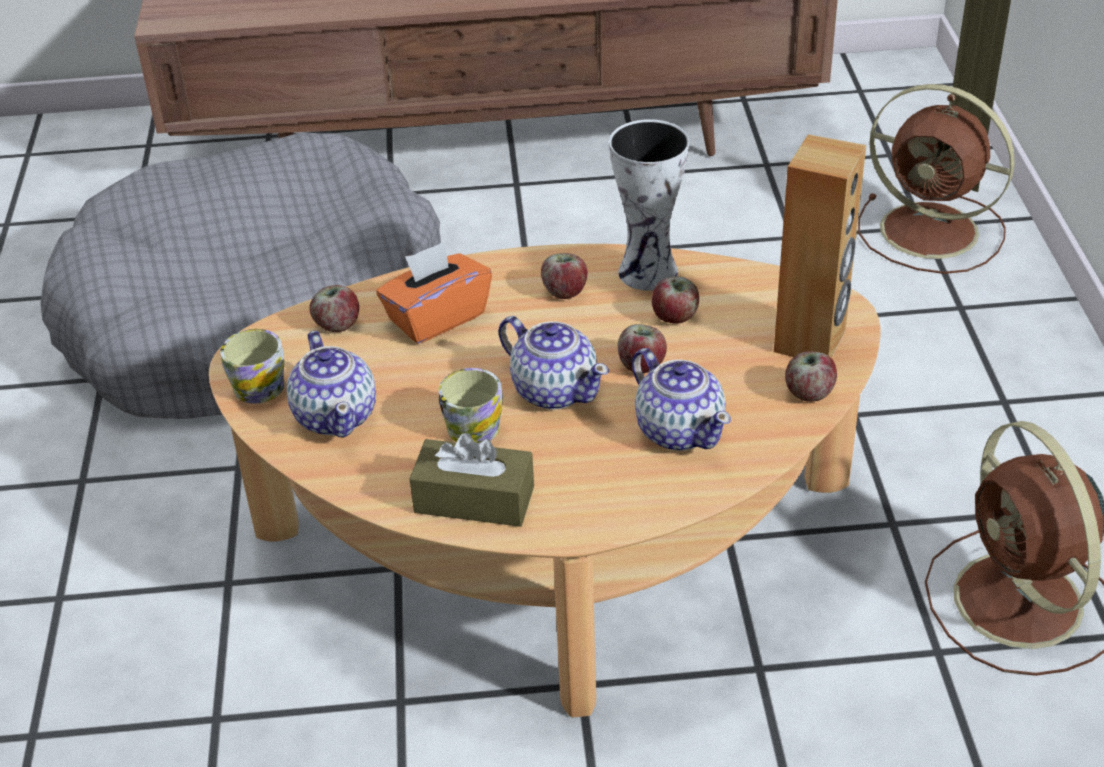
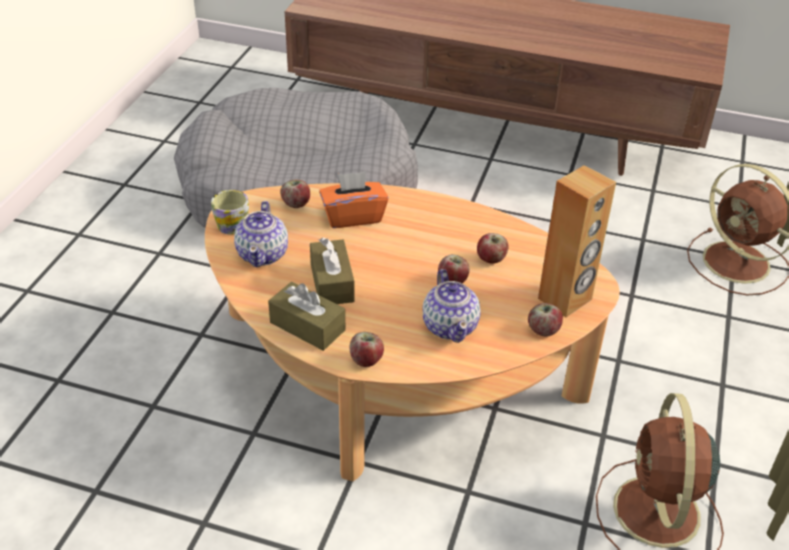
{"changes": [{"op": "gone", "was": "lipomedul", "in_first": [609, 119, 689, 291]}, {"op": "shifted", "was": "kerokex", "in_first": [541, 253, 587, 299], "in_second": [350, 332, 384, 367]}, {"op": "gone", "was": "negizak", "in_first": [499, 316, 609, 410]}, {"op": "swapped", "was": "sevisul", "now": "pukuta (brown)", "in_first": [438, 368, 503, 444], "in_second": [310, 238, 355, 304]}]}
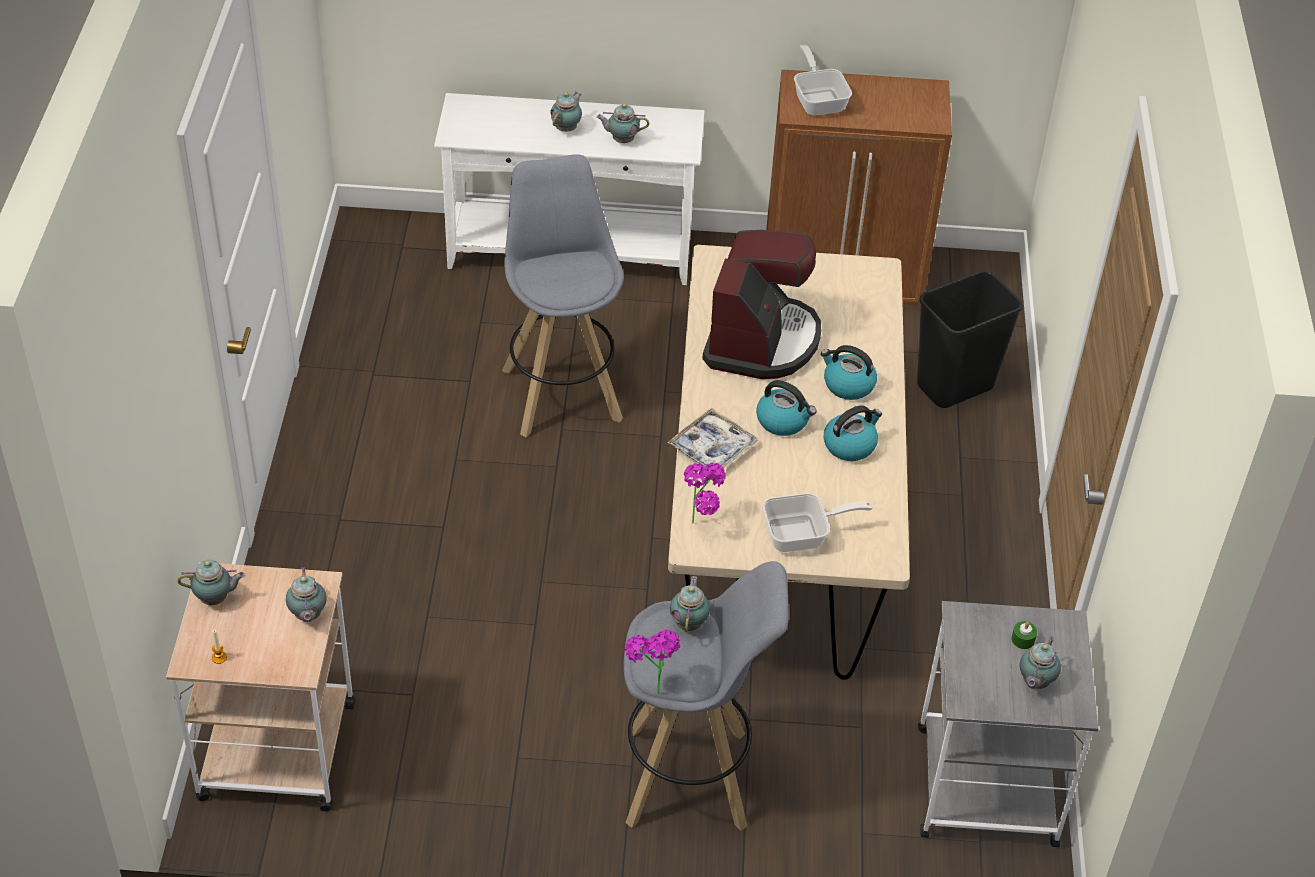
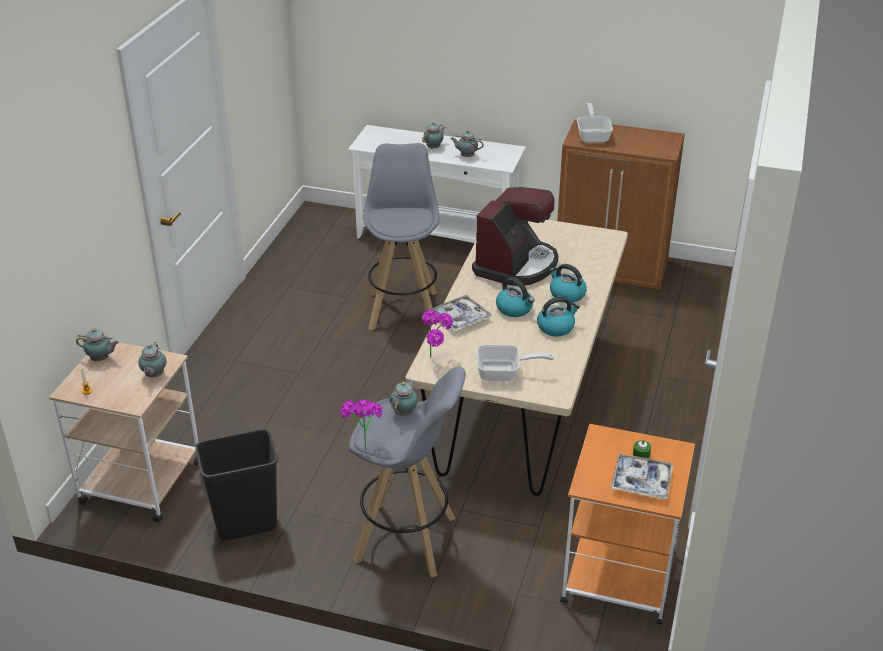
{"changes": [{"op": "shifted", "was": "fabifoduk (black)", "in_first": [917, 270, 1023, 408], "in_second": [195, 429, 278, 541]}, {"op": "repainted", "was": "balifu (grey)", "now": "balifu (orange)", "in_first": [918, 601, 1099, 847], "in_second": [560, 424, 695, 625]}, {"op": "swapped", "was": "negizak", "now": "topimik", "in_first": [1020, 636, 1061, 689], "in_second": [611, 454, 674, 499]}]}
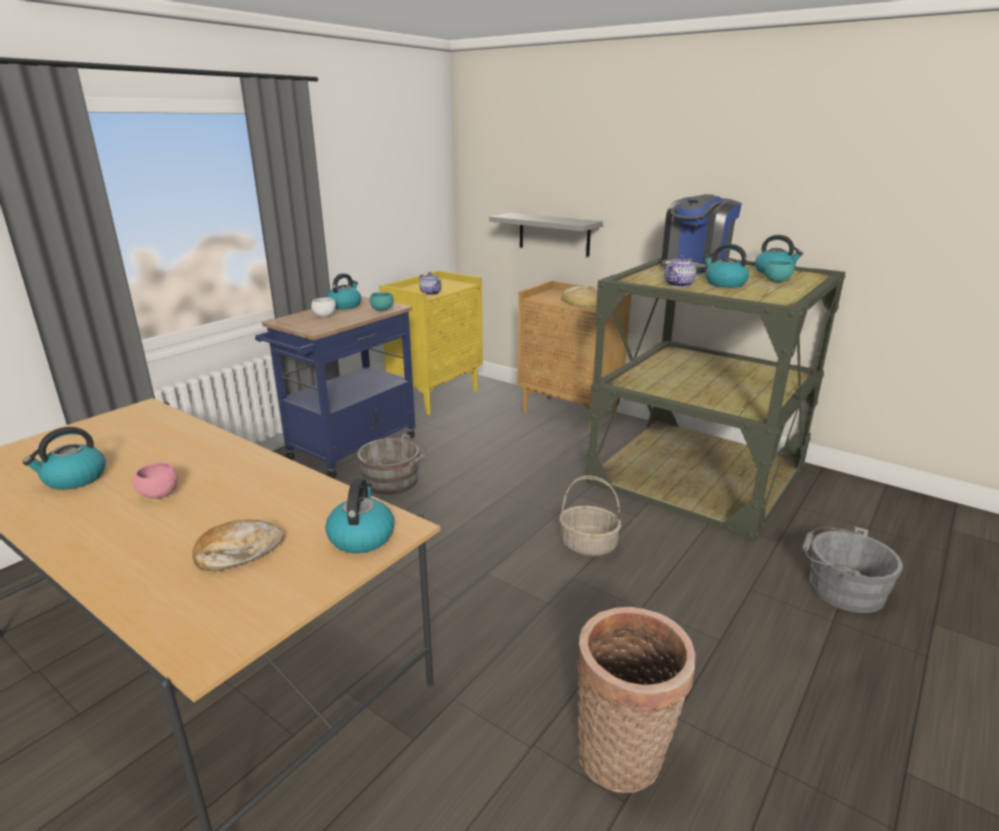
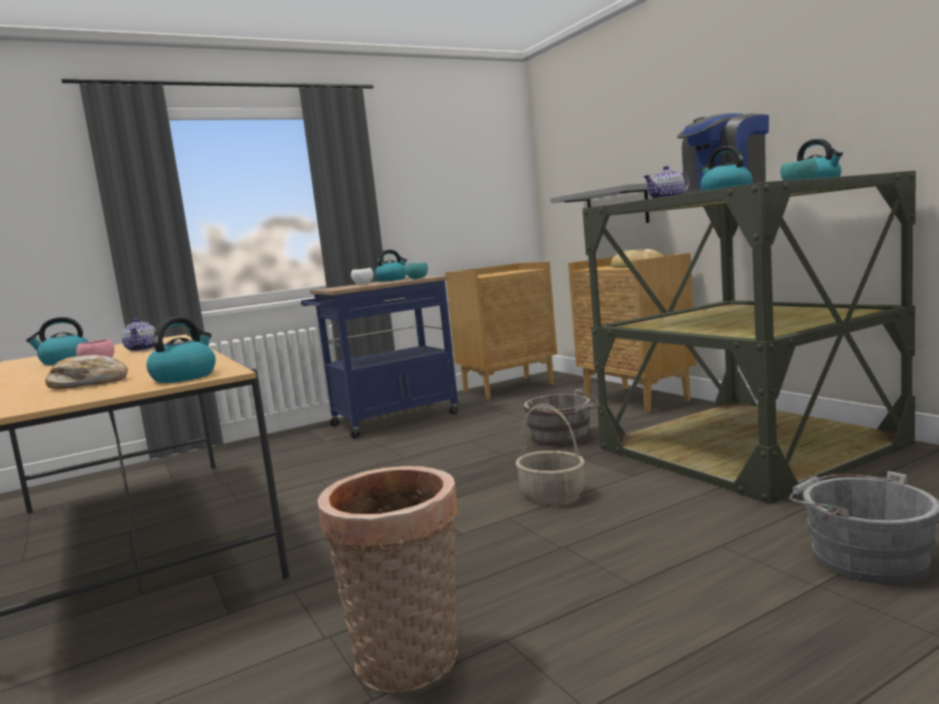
{"changes": [{"op": "repainted", "was": "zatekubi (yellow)", "now": "zatekubi (brown)", "in_first": [379, 270, 483, 415], "in_second": [445, 261, 557, 399]}, {"op": "shifted", "was": "negizak", "in_first": [419, 272, 441, 295], "in_second": [121, 318, 156, 352]}, {"op": "shifted", "was": "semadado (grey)", "in_first": [357, 434, 427, 495], "in_second": [523, 389, 598, 446]}]}
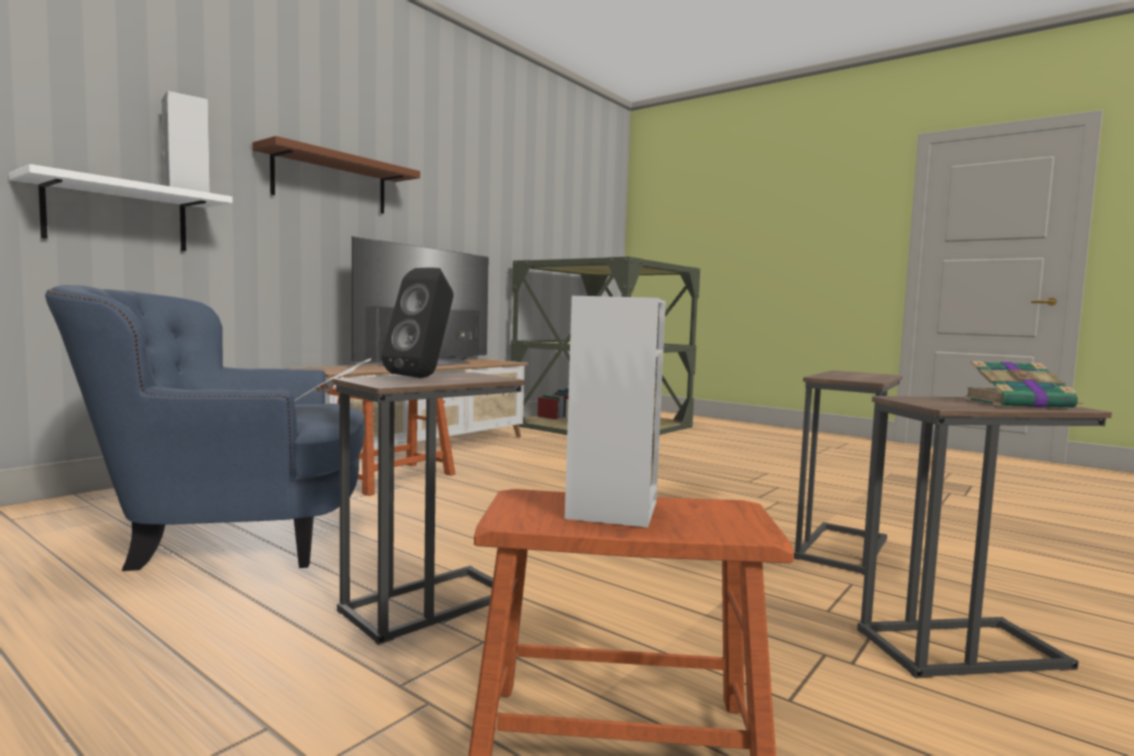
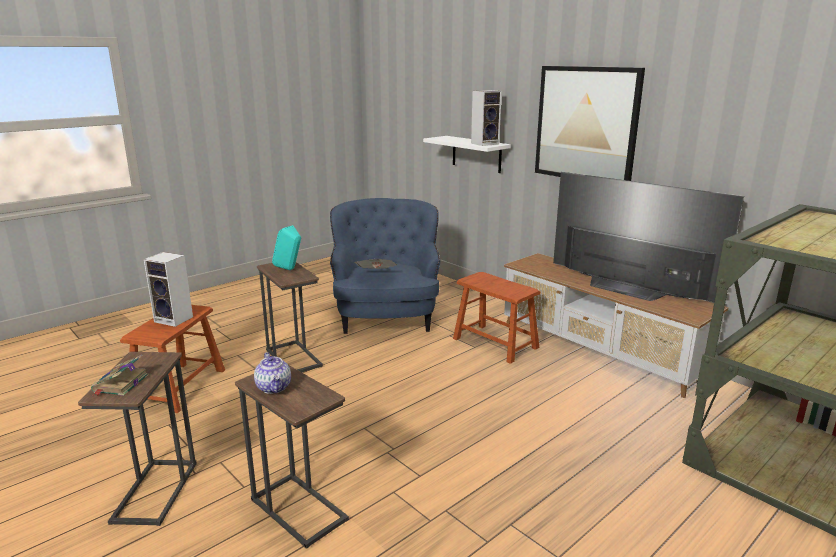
{"changes": [{"op": "swapped", "was": "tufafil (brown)", "now": "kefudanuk", "in_first": [252, 136, 420, 214], "in_second": [535, 66, 645, 181]}, {"op": "repainted", "was": "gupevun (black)", "now": "gupevun (turquoise)", "in_first": [381, 268, 454, 378], "in_second": [272, 225, 301, 270]}, {"op": "new", "now": "negizak", "in_second": [254, 352, 291, 394]}]}
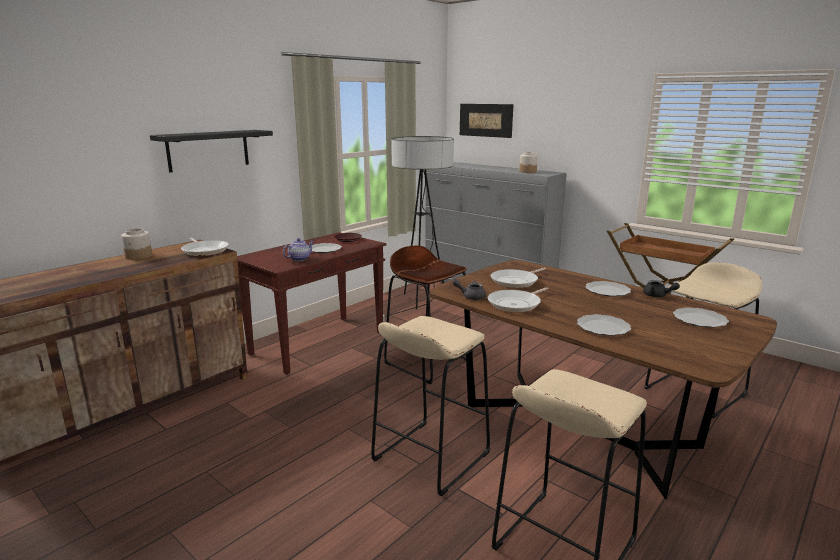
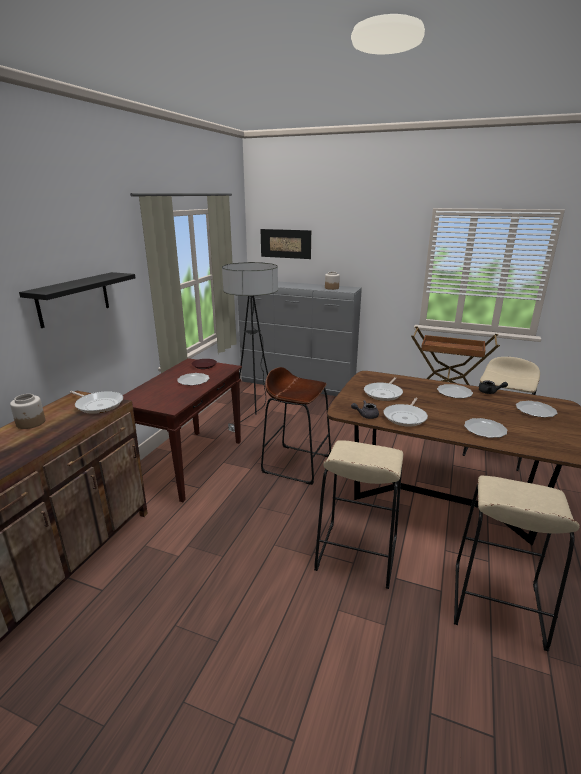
{"changes": [{"op": "gone", "was": "negizak", "in_first": [283, 238, 314, 261]}]}
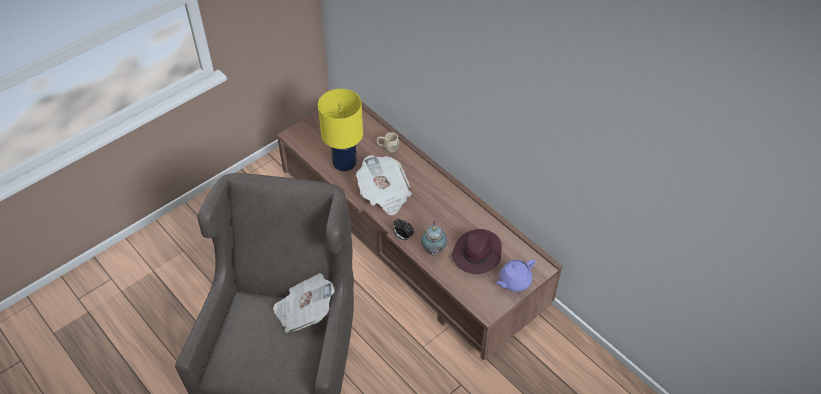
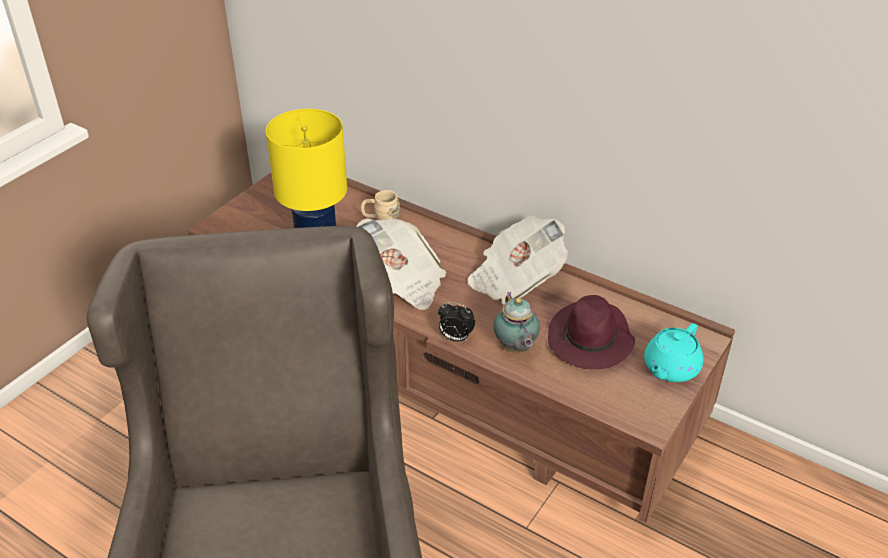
{"changes": [{"op": "repainted", "was": "negizak (purple)", "now": "negizak (turquoise)", "in_first": [495, 259, 536, 292], "in_second": [644, 323, 703, 382]}, {"op": "shifted", "was": "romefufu", "in_first": [273, 273, 335, 333], "in_second": [467, 216, 568, 304]}]}
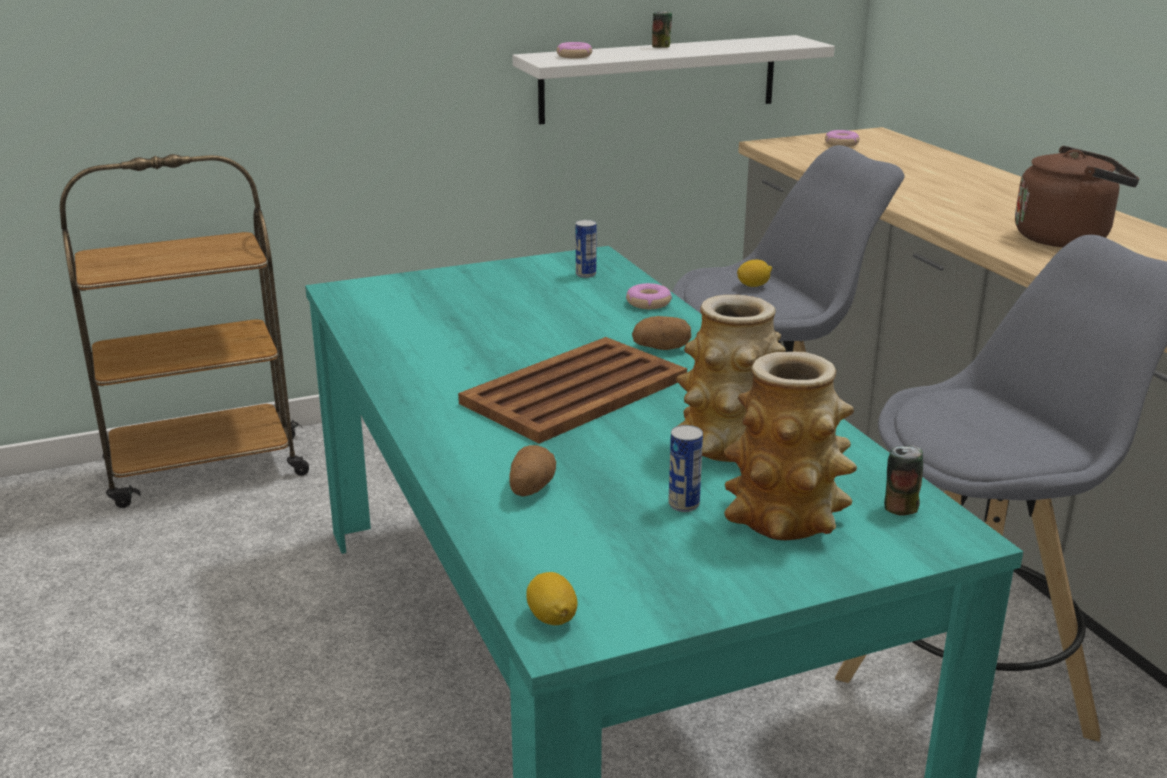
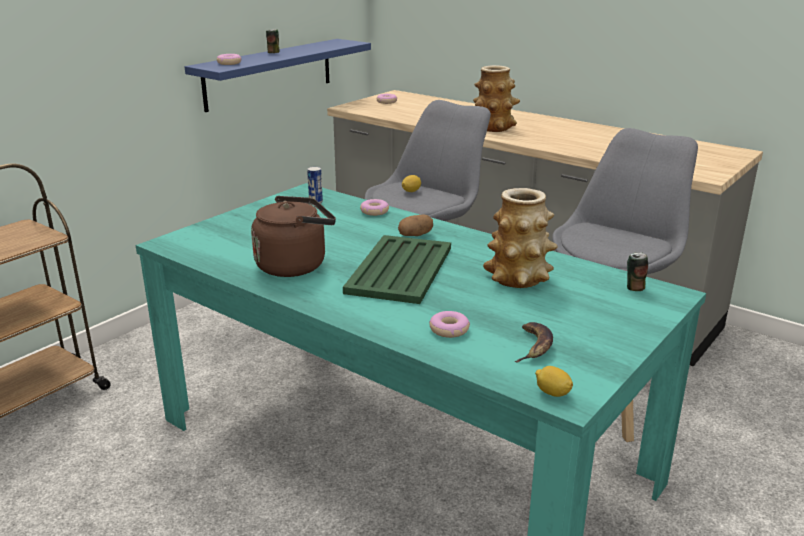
{"changes": [{"op": "repainted", "was": "tufafil (white)", "now": "tufafil (blue)", "in_first": [513, 35, 835, 125], "in_second": [185, 39, 371, 112]}, {"op": "shifted", "was": "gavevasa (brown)", "in_first": [1015, 146, 1139, 247], "in_second": [251, 196, 336, 277]}, {"op": "repainted", "was": "topimik (brown)", "now": "topimik (green)", "in_first": [458, 337, 687, 444], "in_second": [343, 235, 451, 304]}, {"op": "shifted", "was": "lipomedul", "in_first": [724, 352, 857, 540], "in_second": [473, 65, 520, 132]}, {"op": "gone", "was": "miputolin", "in_first": [668, 425, 703, 512]}, {"op": "swapped", "was": "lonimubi", "now": "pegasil", "in_first": [509, 445, 556, 497], "in_second": [429, 311, 470, 338]}, {"op": "new", "now": "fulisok", "in_second": [515, 322, 553, 362]}]}
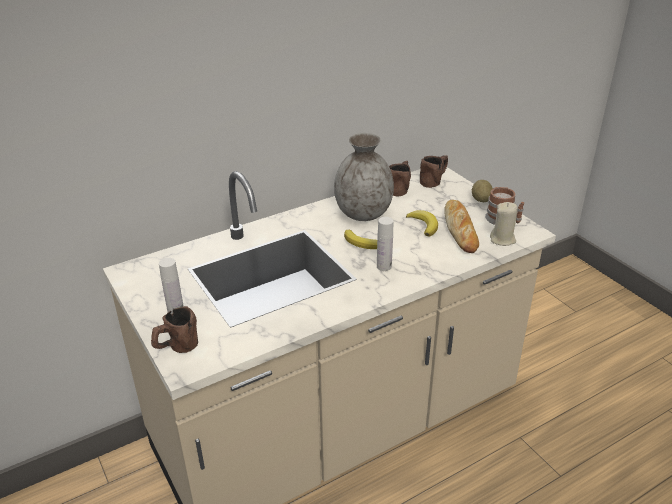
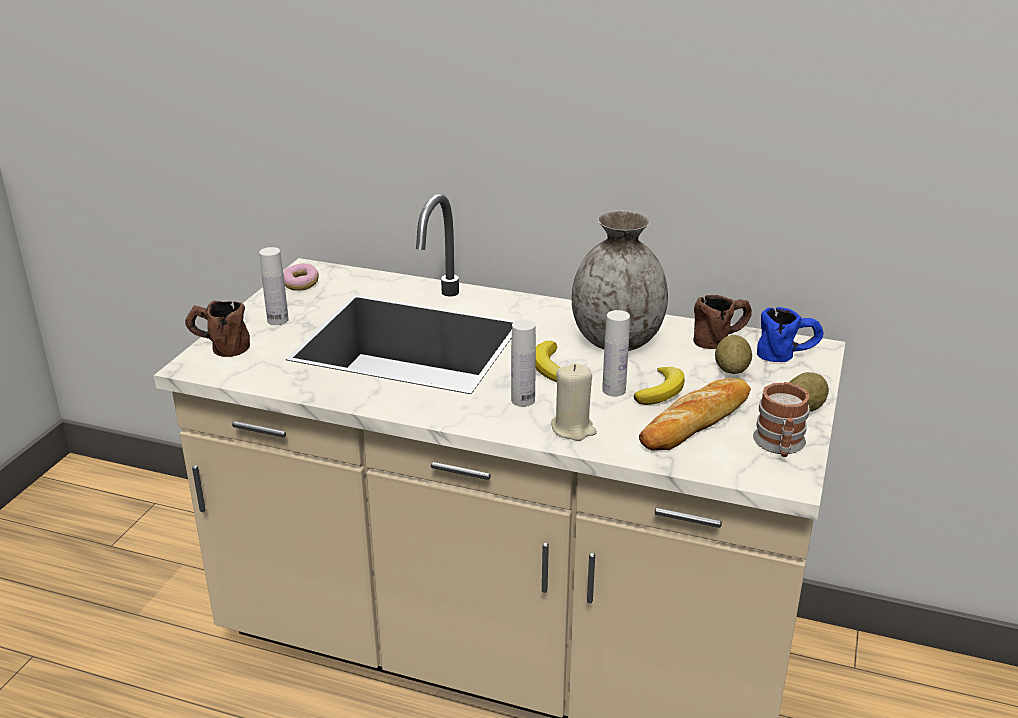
{"changes": [{"op": "repainted", "was": "sevisul (brown)", "now": "sevisul (blue)", "in_first": [420, 155, 448, 188], "in_second": [757, 307, 823, 362]}, {"op": "shifted", "was": "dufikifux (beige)", "in_first": [490, 202, 518, 246], "in_second": [551, 363, 597, 441]}, {"op": "new", "now": "pegasil", "in_second": [283, 263, 319, 291]}, {"op": "new", "now": "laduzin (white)", "in_second": [602, 310, 630, 396]}, {"op": "new", "now": "lonimubi", "in_second": [715, 335, 752, 374]}]}
